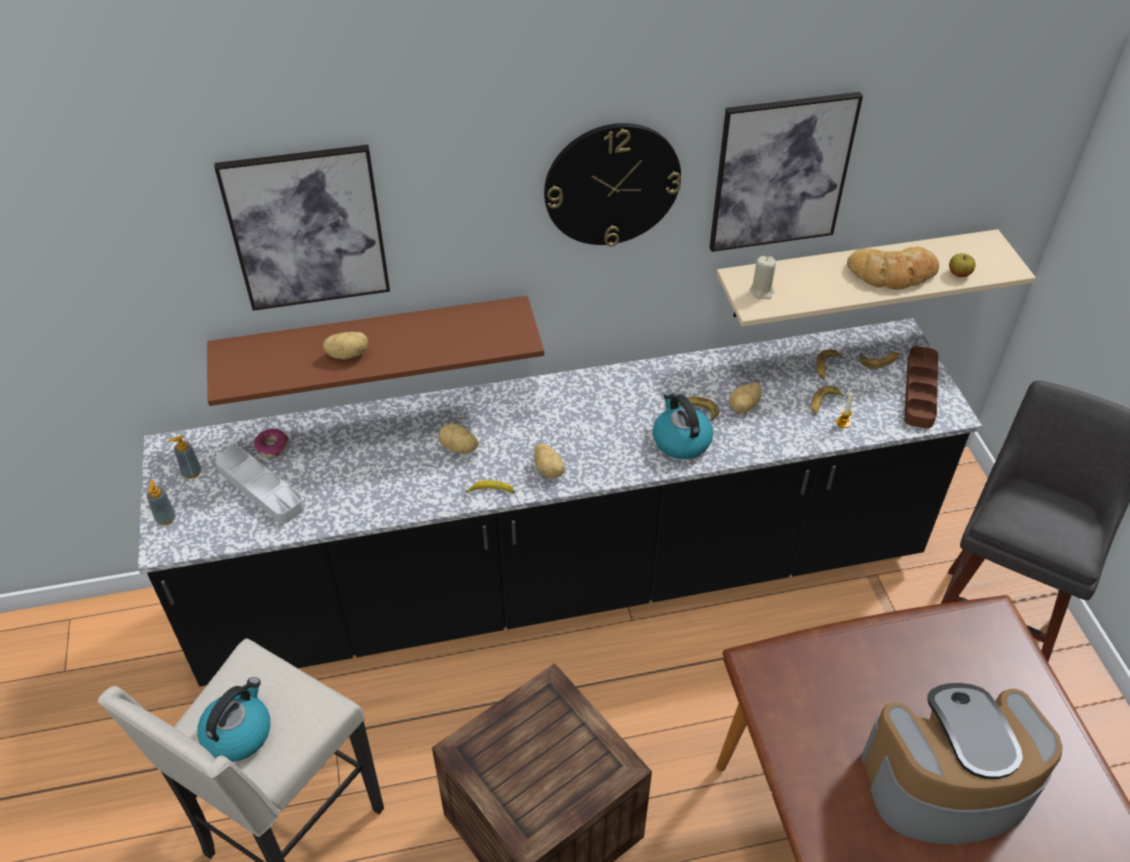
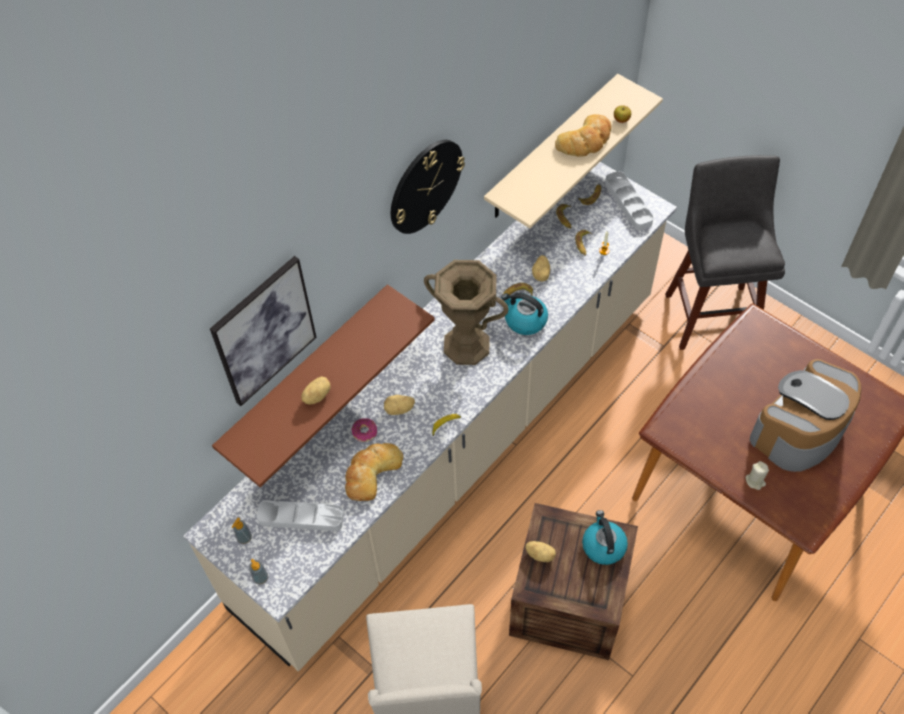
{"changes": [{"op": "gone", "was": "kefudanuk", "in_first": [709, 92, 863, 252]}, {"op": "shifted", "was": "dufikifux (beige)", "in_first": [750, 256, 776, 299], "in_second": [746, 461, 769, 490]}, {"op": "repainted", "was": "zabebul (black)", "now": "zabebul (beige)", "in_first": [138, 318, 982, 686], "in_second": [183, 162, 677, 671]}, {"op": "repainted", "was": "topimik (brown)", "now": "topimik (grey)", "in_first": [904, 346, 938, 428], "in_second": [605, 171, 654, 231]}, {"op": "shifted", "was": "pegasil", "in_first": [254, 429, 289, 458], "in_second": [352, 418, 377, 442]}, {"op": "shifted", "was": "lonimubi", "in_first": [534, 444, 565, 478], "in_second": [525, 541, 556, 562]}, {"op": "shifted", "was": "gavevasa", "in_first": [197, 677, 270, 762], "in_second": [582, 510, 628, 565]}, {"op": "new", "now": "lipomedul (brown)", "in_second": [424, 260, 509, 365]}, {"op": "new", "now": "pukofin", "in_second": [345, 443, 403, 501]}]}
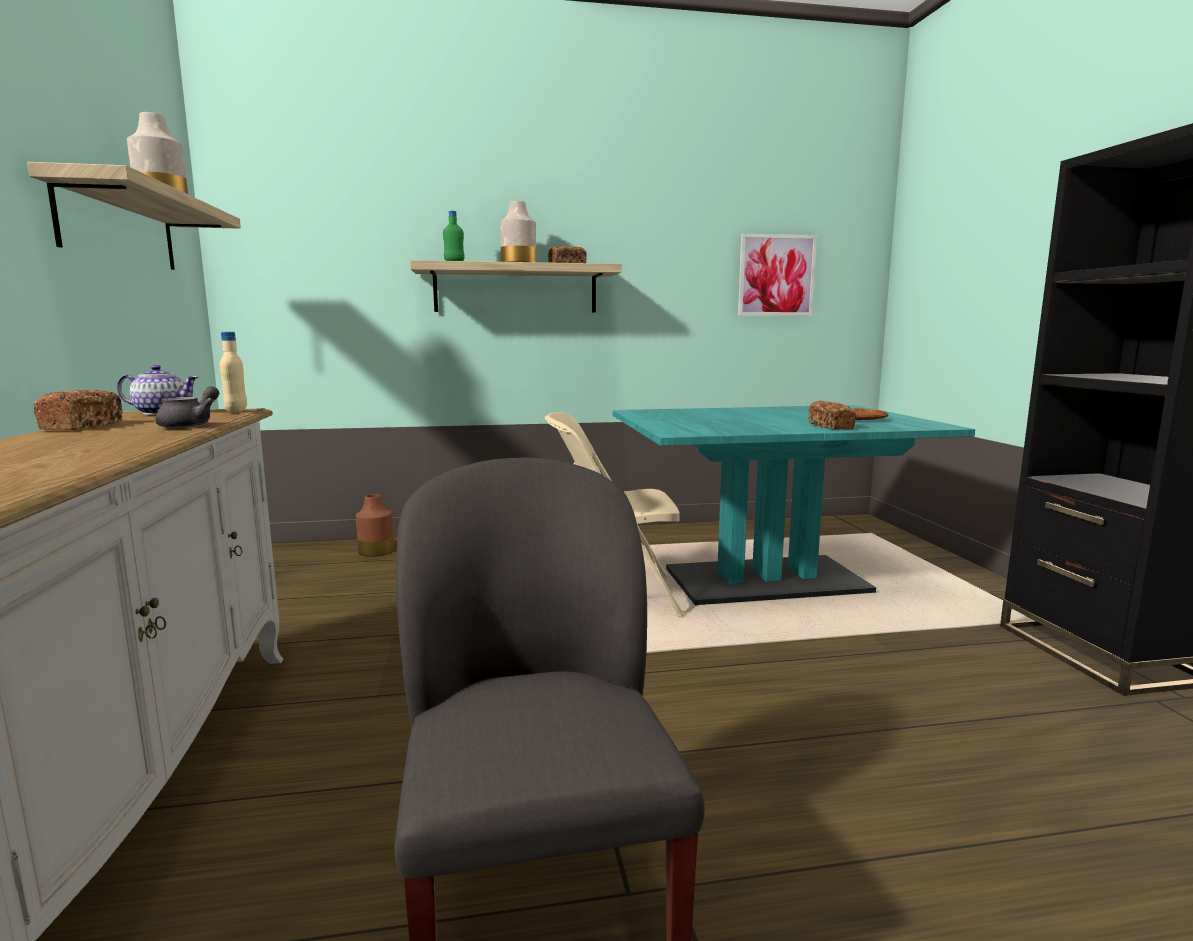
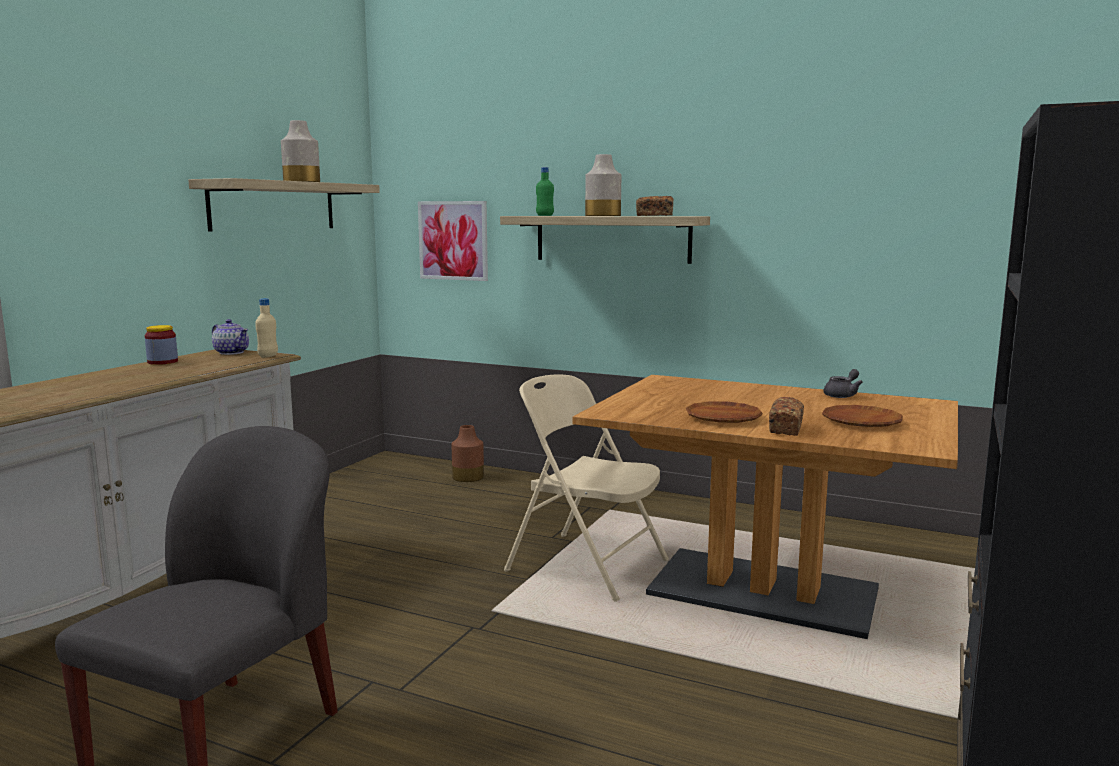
{"changes": [{"op": "shifted", "was": "kefudanuk", "in_first": [738, 234, 817, 316], "in_second": [418, 201, 488, 281]}, {"op": "shifted", "was": "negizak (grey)", "in_first": [155, 386, 219, 428], "in_second": [823, 369, 863, 398]}, {"op": "swapped", "was": "pukofin", "now": "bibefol", "in_first": [33, 390, 123, 431], "in_second": [145, 325, 178, 365]}, {"op": "repainted", "was": "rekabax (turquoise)", "now": "rekabax (brown)", "in_first": [613, 405, 975, 605], "in_second": [572, 375, 958, 639]}, {"op": "new", "now": "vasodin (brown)", "in_second": [686, 401, 763, 423]}]}
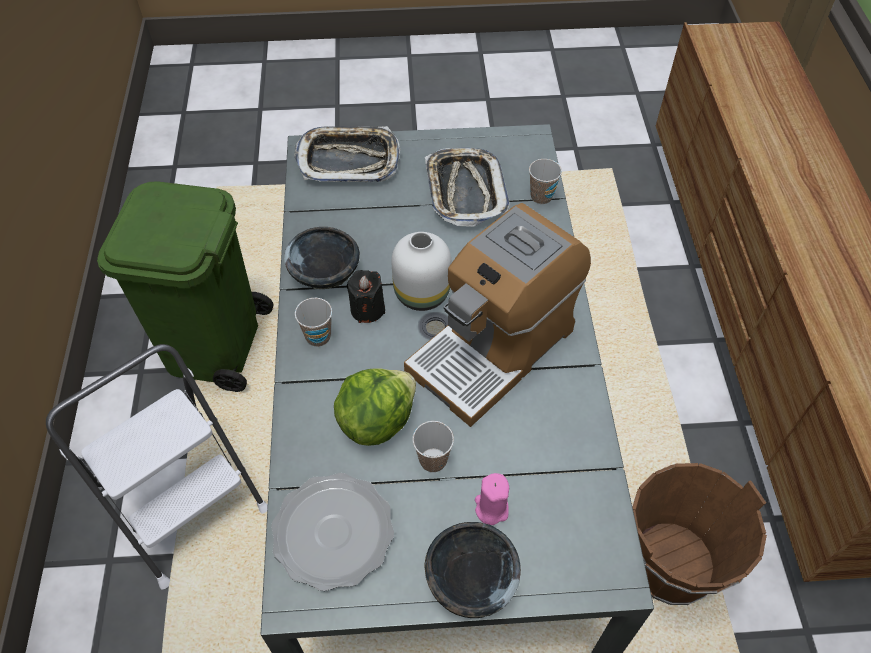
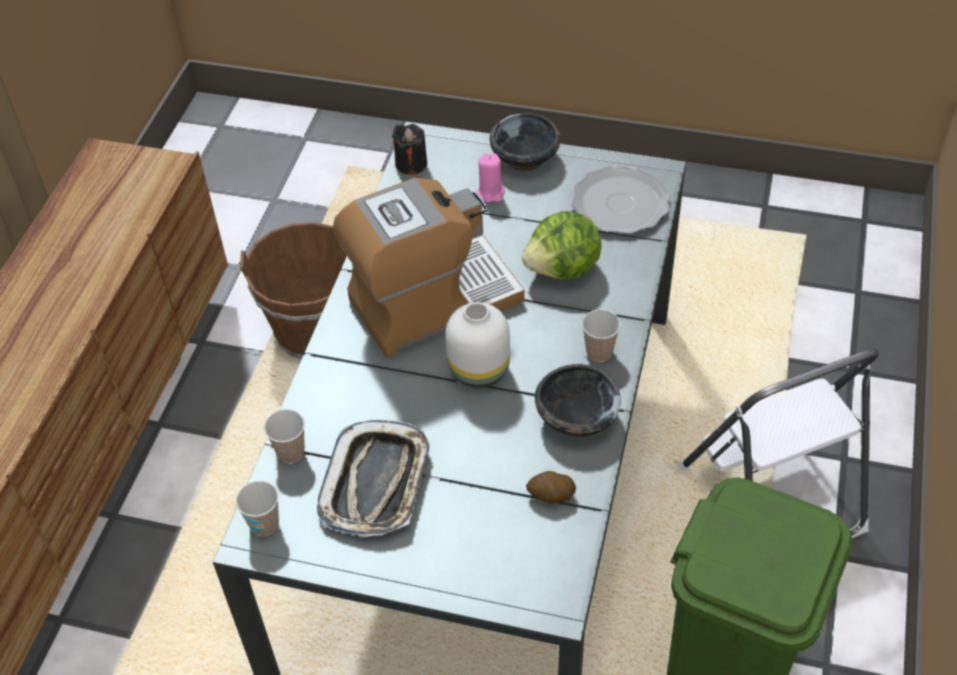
{"changes": [{"op": "gone", "was": "topimik", "in_first": [294, 126, 400, 182]}, {"op": "shifted", "was": "dufikifux (black)", "in_first": [347, 270, 385, 323], "in_second": [392, 124, 427, 175]}, {"op": "shifted", "was": "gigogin", "in_first": [412, 421, 454, 472], "in_second": [236, 481, 279, 536]}, {"op": "new", "now": "lonimubi", "in_second": [526, 471, 576, 503]}]}
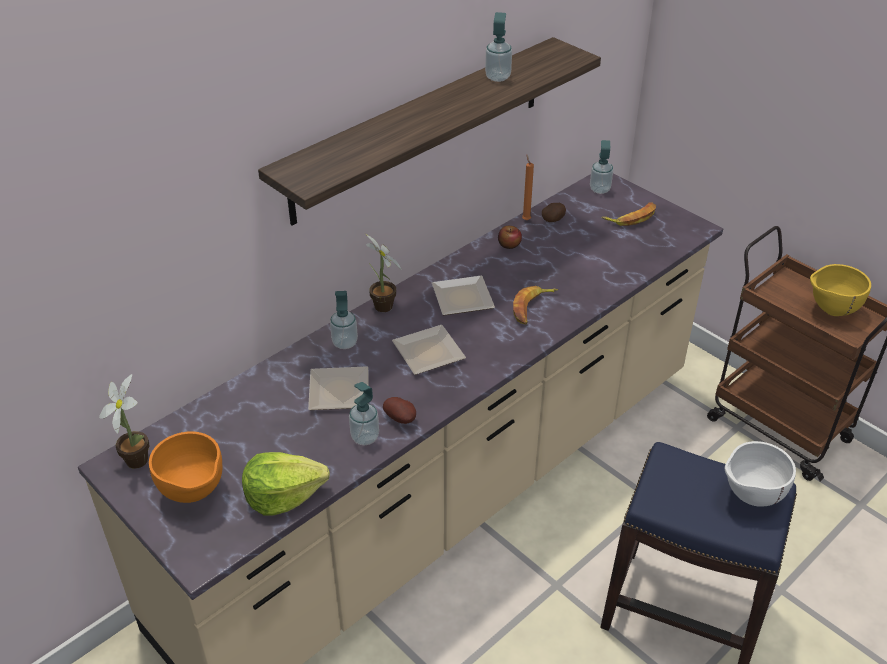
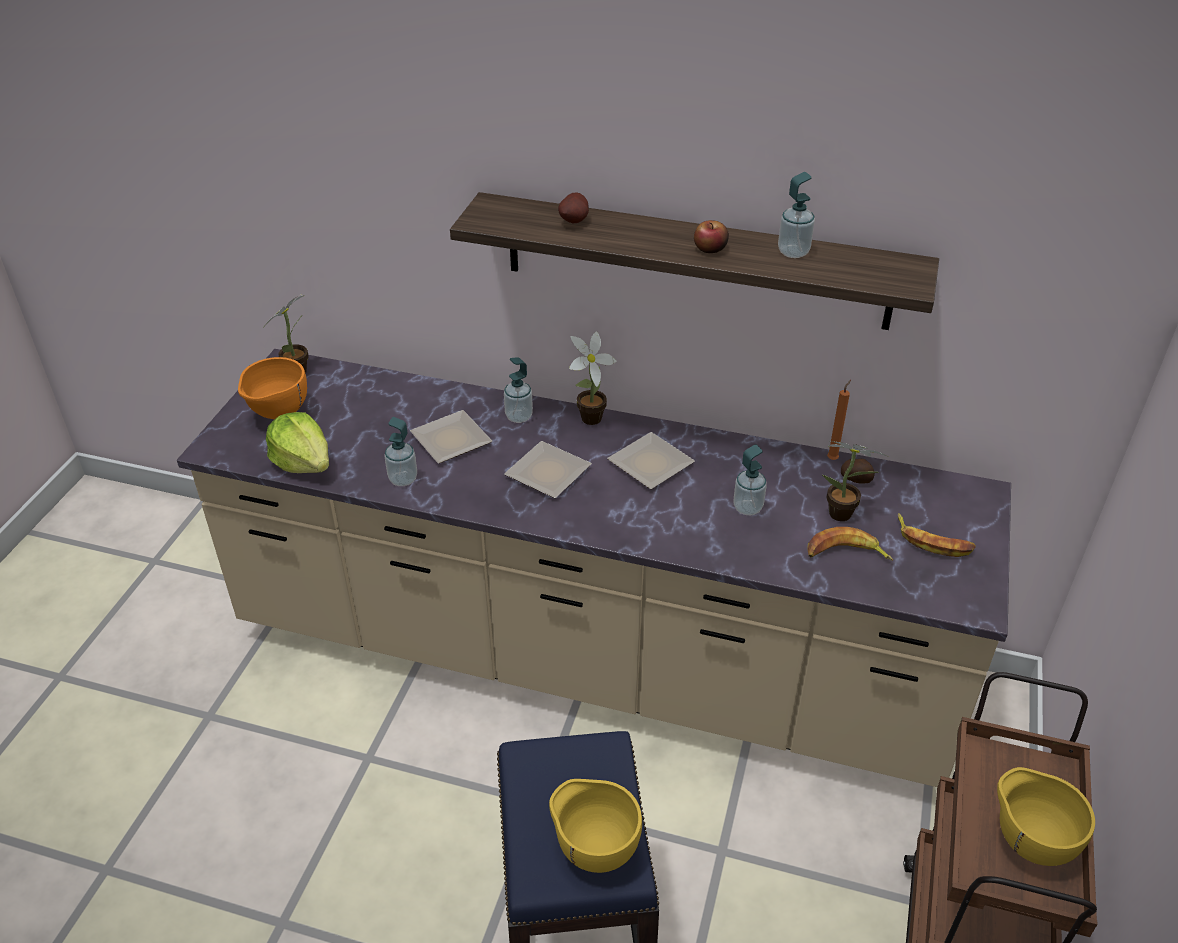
{"changes": [{"op": "shifted", "was": "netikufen", "in_first": [590, 140, 613, 194], "in_second": [734, 444, 767, 515]}, {"op": "shifted", "was": "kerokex", "in_first": [498, 226, 522, 249], "in_second": [694, 220, 729, 253]}, {"op": "shifted", "was": "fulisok", "in_first": [513, 286, 558, 324], "in_second": [807, 527, 893, 561]}, {"op": "shifted", "was": "lonimubi", "in_first": [383, 397, 416, 424], "in_second": [558, 192, 589, 223]}, {"op": "repainted", "was": "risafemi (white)", "now": "risafemi (yellow)", "in_first": [724, 441, 796, 507], "in_second": [549, 779, 642, 873]}, {"op": "new", "now": "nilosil", "in_second": [822, 441, 889, 521]}]}
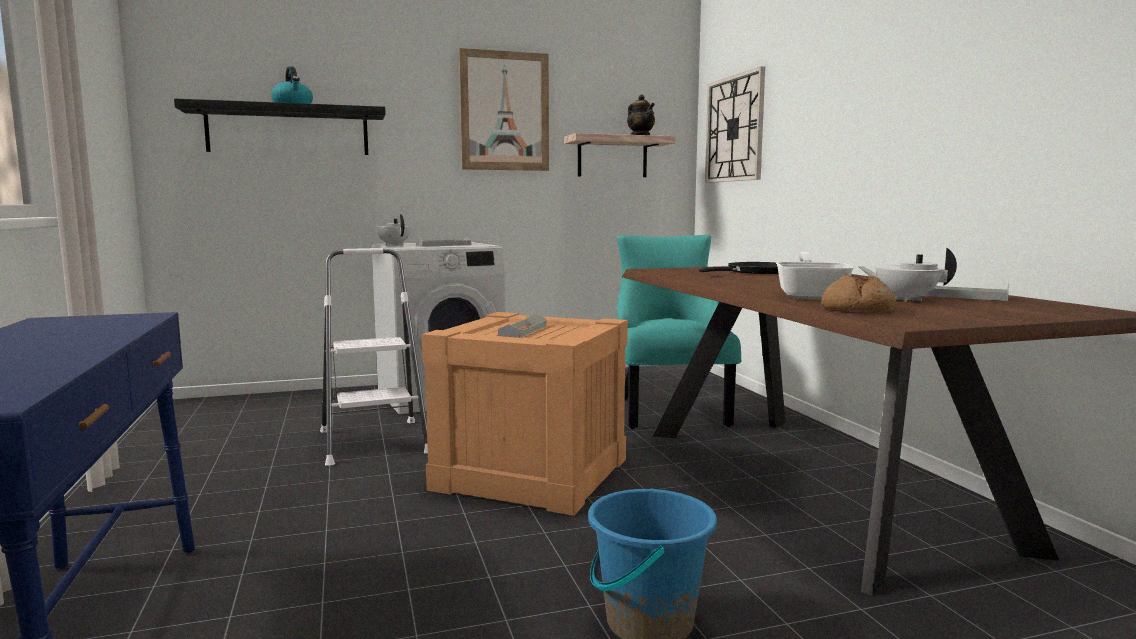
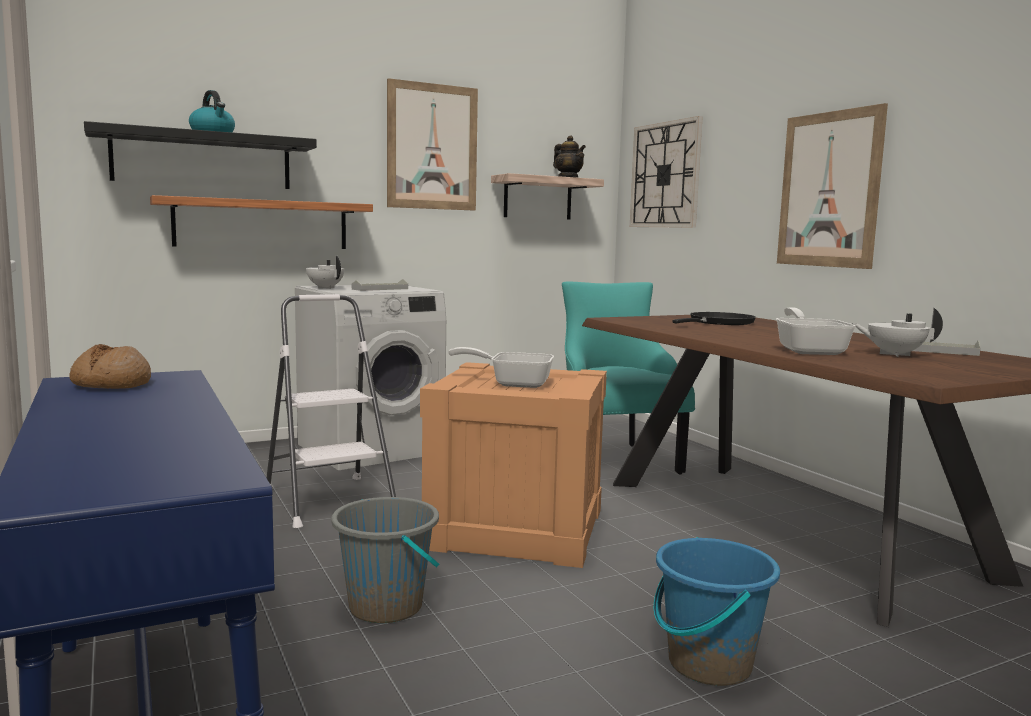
{"changes": [{"op": "shifted", "was": "pukofin", "in_first": [821, 274, 896, 312], "in_second": [70, 344, 151, 389]}, {"op": "swapped", "was": "topimik (grey)", "now": "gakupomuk", "in_first": [498, 314, 547, 338], "in_second": [448, 347, 554, 388]}, {"op": "new", "now": "kefudanuk", "in_second": [777, 103, 888, 269]}, {"op": "new", "now": "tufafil", "in_second": [150, 195, 373, 249]}, {"op": "new", "now": "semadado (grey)", "in_second": [331, 497, 439, 623]}]}
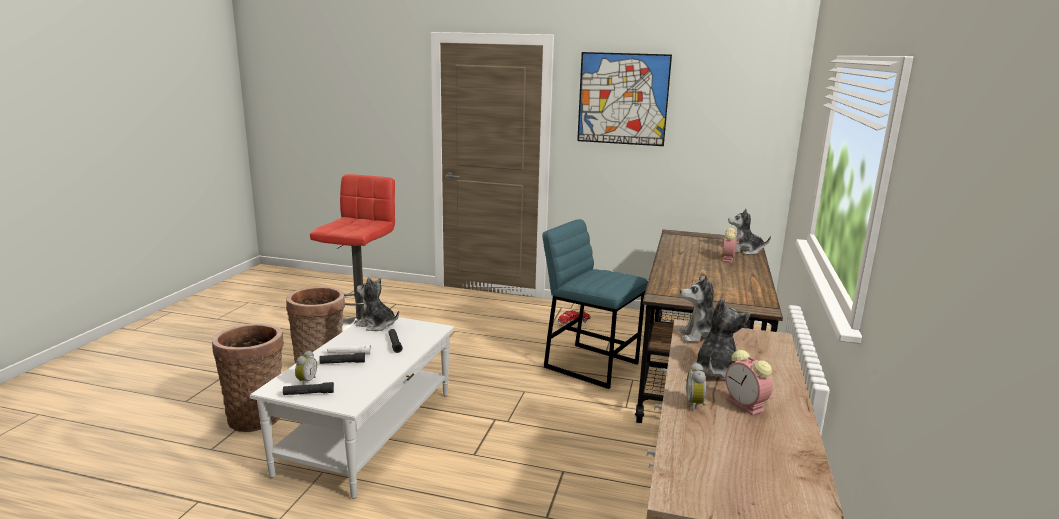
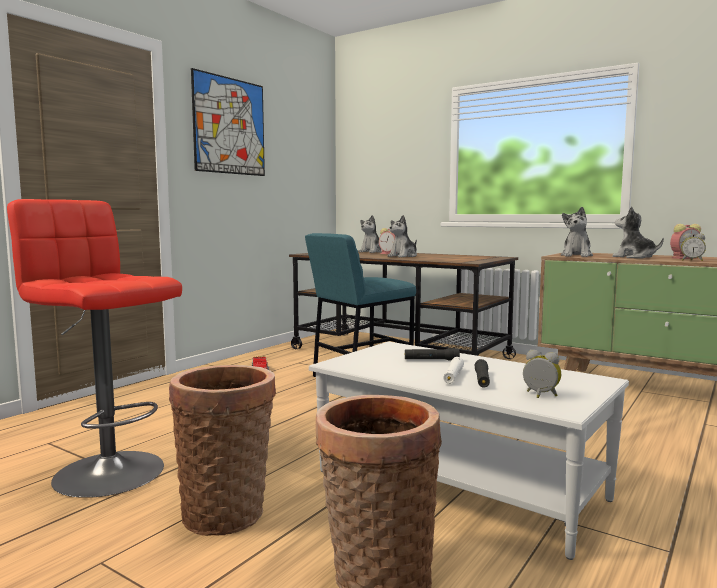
{"changes": [{"op": "shifted", "was": "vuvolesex", "in_first": [356, 277, 399, 331], "in_second": [388, 215, 417, 257]}, {"op": "gone", "was": "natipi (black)", "in_first": [283, 382, 334, 395]}]}
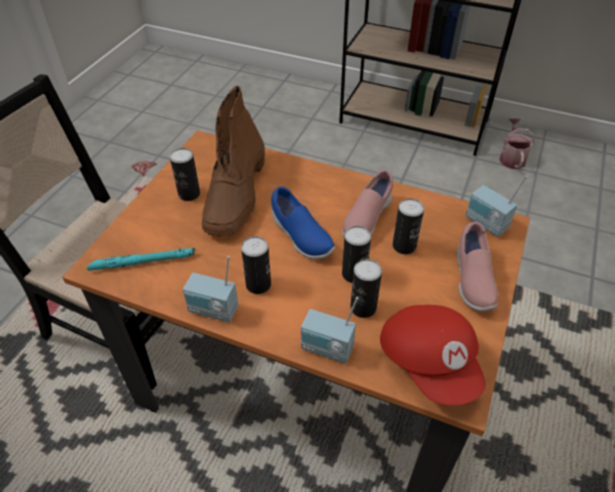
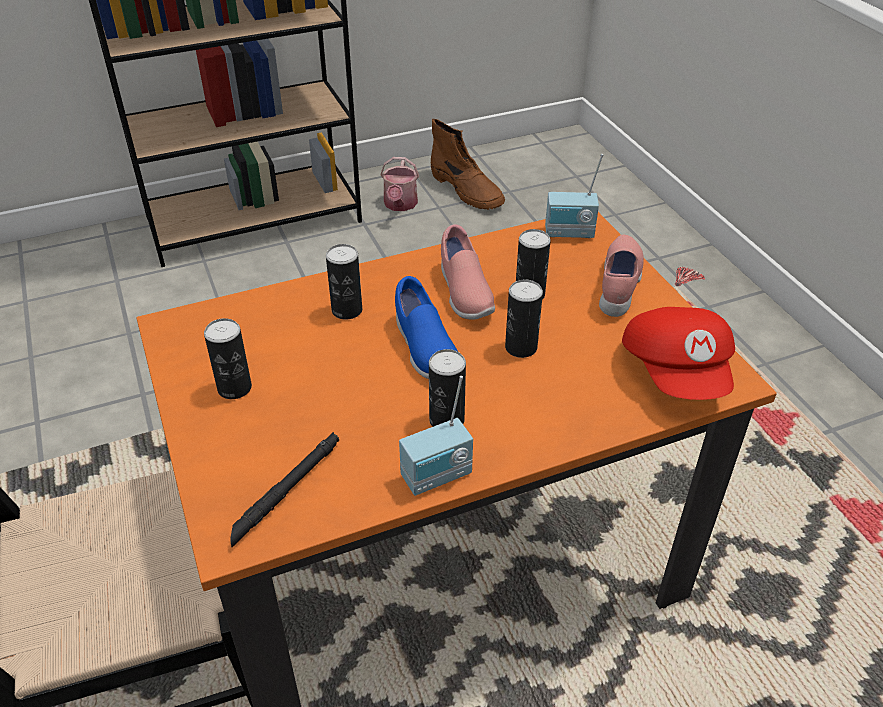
{"changes": [{"op": "shifted", "was": "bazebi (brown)", "in_first": [202, 86, 265, 237], "in_second": [431, 119, 505, 210]}, {"op": "rotated", "was": "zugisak", "in_first": [499, 118, 534, 169], "in_second": [381, 157, 419, 211], "clockwise": -135}, {"op": "rotated", "was": "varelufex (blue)", "in_first": [271, 186, 335, 259], "in_second": [395, 276, 458, 379], "clockwise": 60}, {"op": "rotated", "was": "varelufex (pink)", "in_first": [457, 222, 498, 311], "in_second": [599, 235, 644, 317], "clockwise": -120}, {"op": "repainted", "was": "natipi (turquoise)", "now": "natipi (black)", "in_first": [87, 248, 195, 271], "in_second": [231, 432, 339, 547]}, {"op": "shifted", "was": "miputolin", "in_first": [350, 259, 382, 318], "in_second": [326, 244, 362, 320]}, {"op": "gone", "was": "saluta", "in_first": [301, 297, 358, 364]}, {"op": "rotated", "was": "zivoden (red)", "in_first": [380, 305, 485, 405], "in_second": [622, 307, 735, 400], "clockwise": 60}]}
